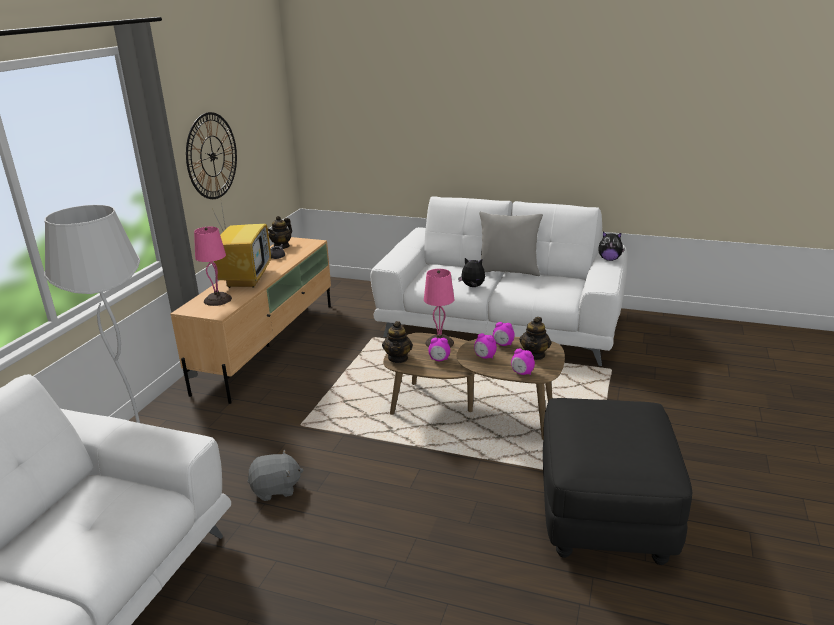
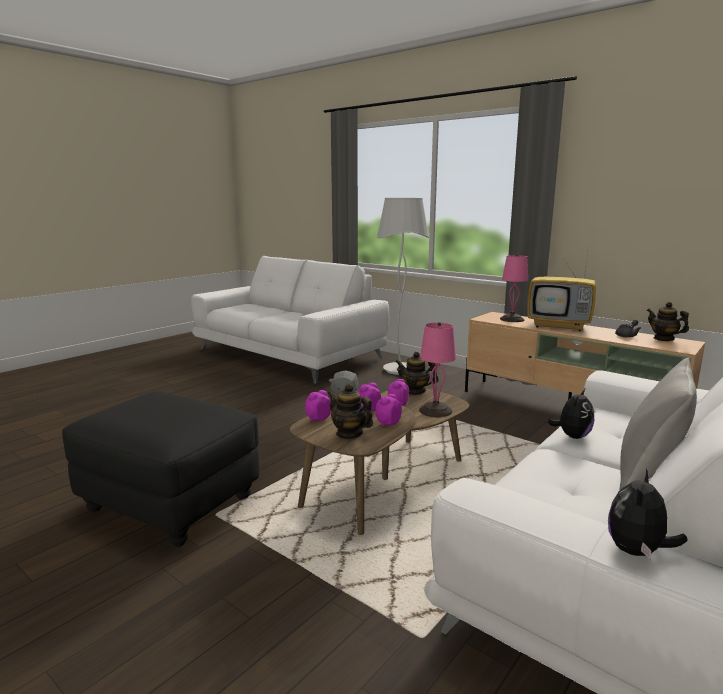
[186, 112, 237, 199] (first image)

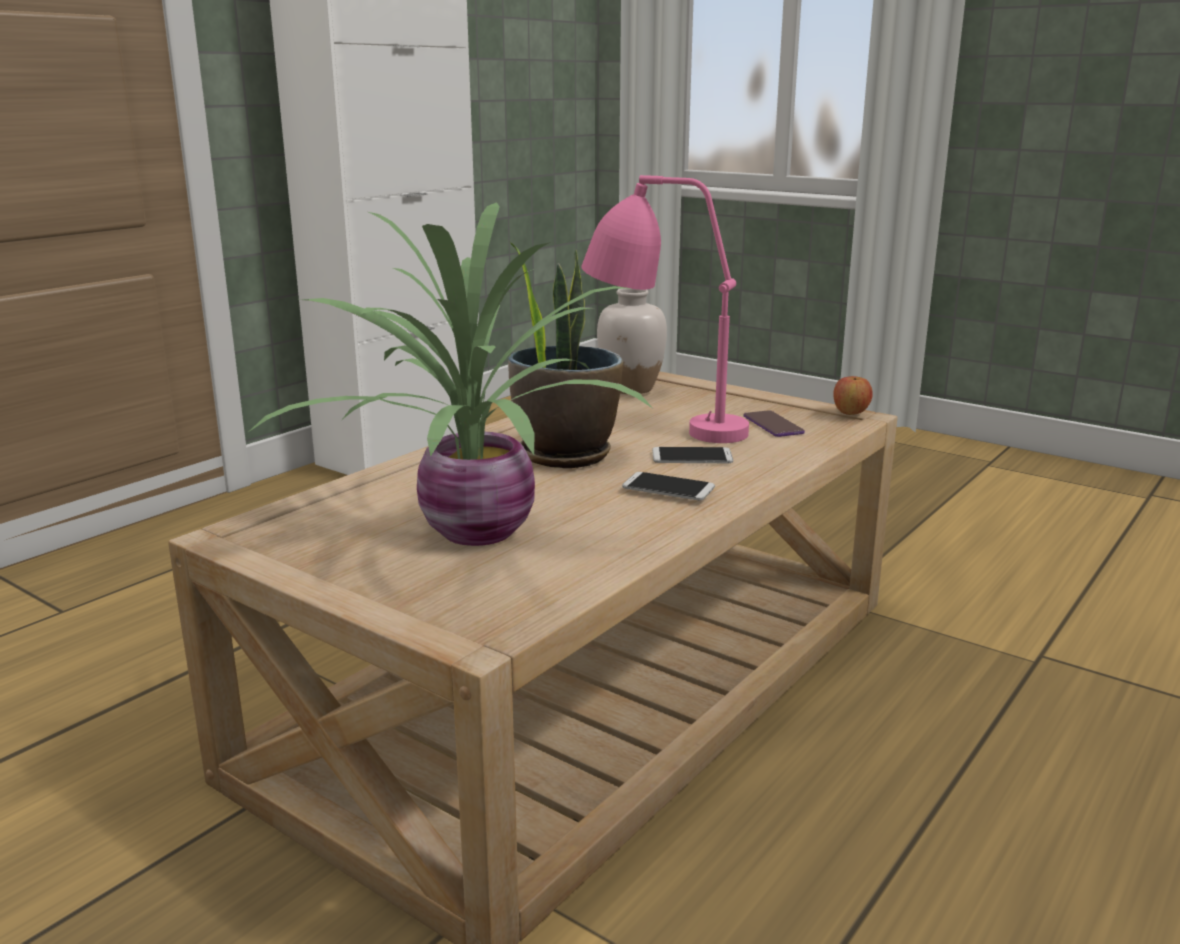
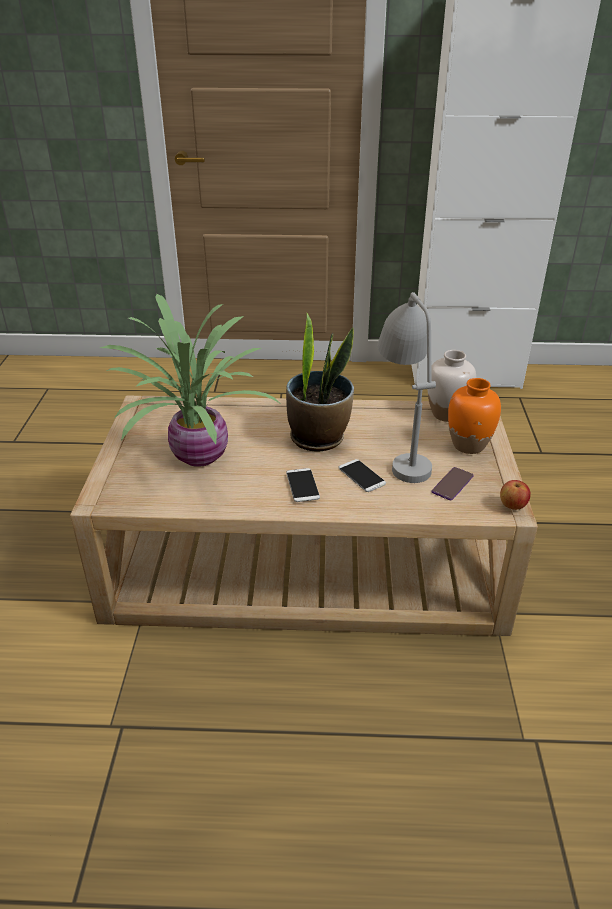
[378, 292, 436, 483]
[448, 378, 501, 454]

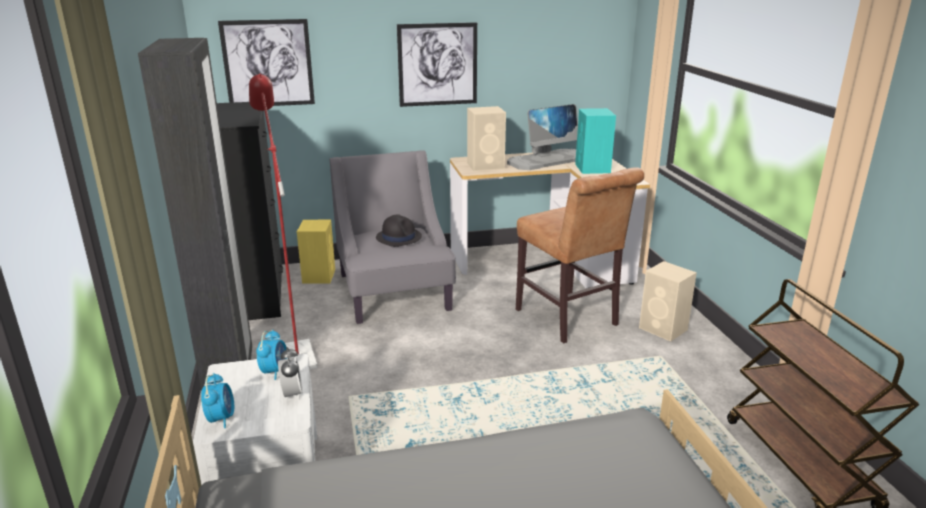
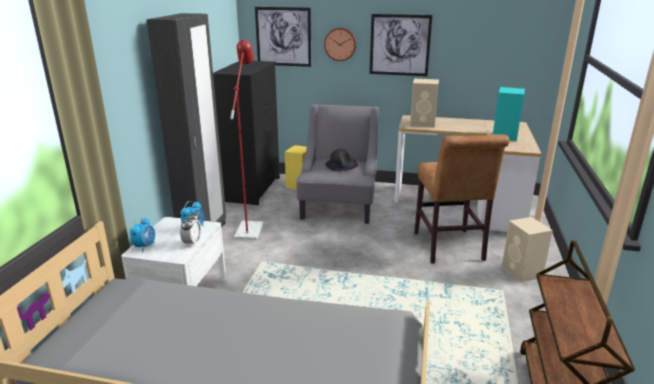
[507, 104, 578, 170] (first image)
[324, 28, 356, 61]

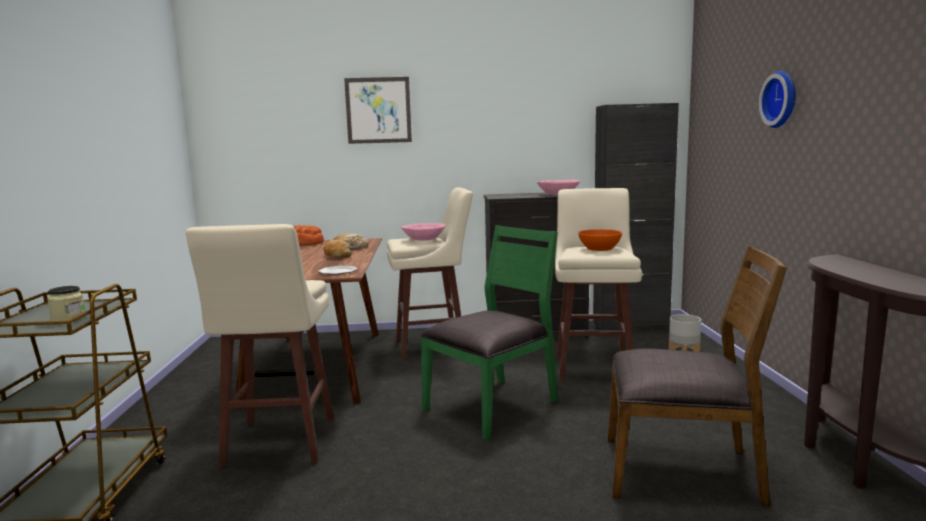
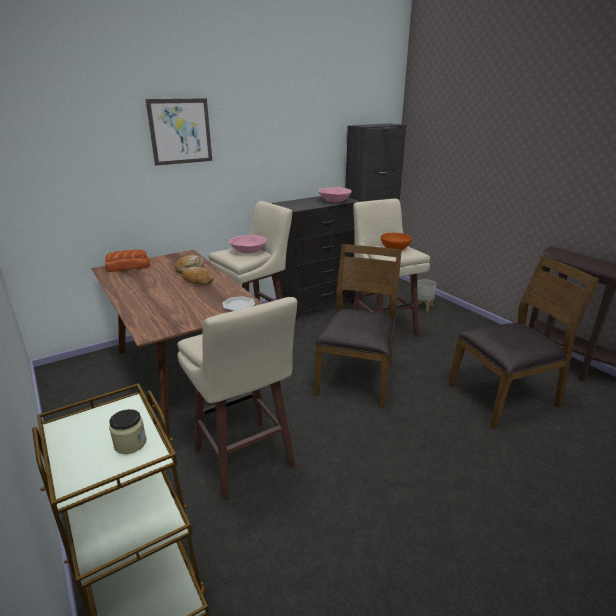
[759, 71, 796, 128] (first image)
[314, 244, 402, 408]

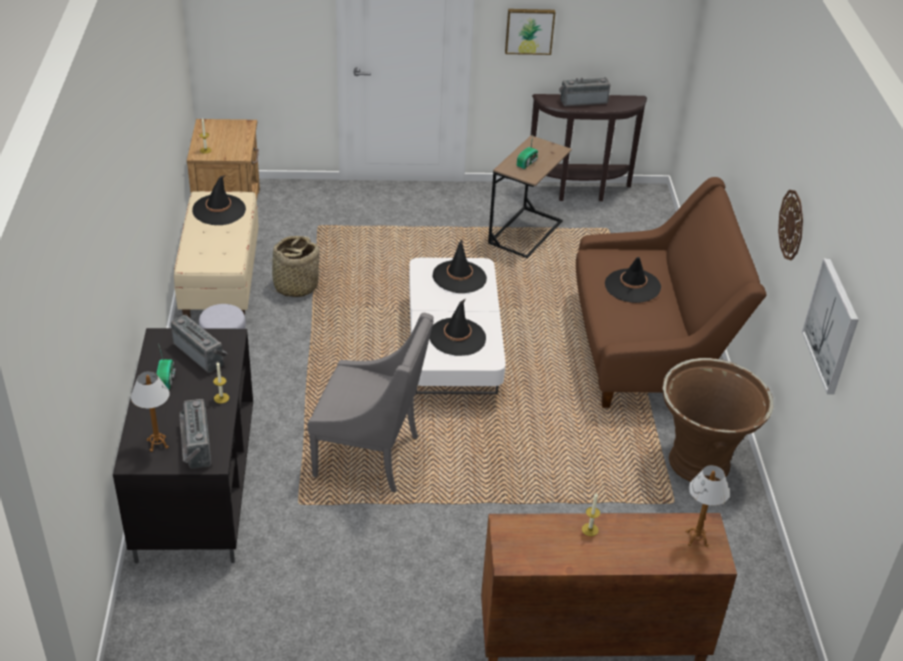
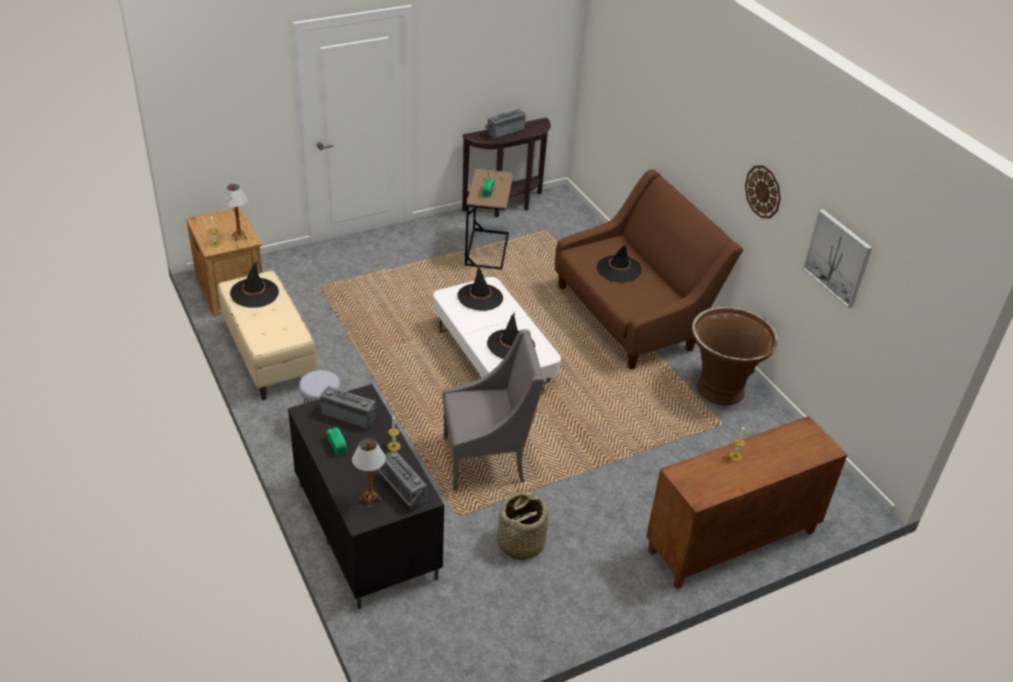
[505, 9, 555, 55] (first image)
[497, 492, 548, 560]
[222, 184, 248, 242]

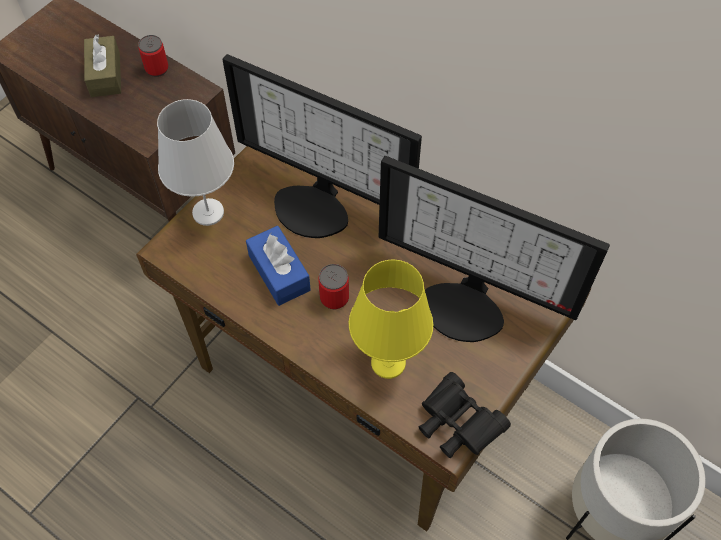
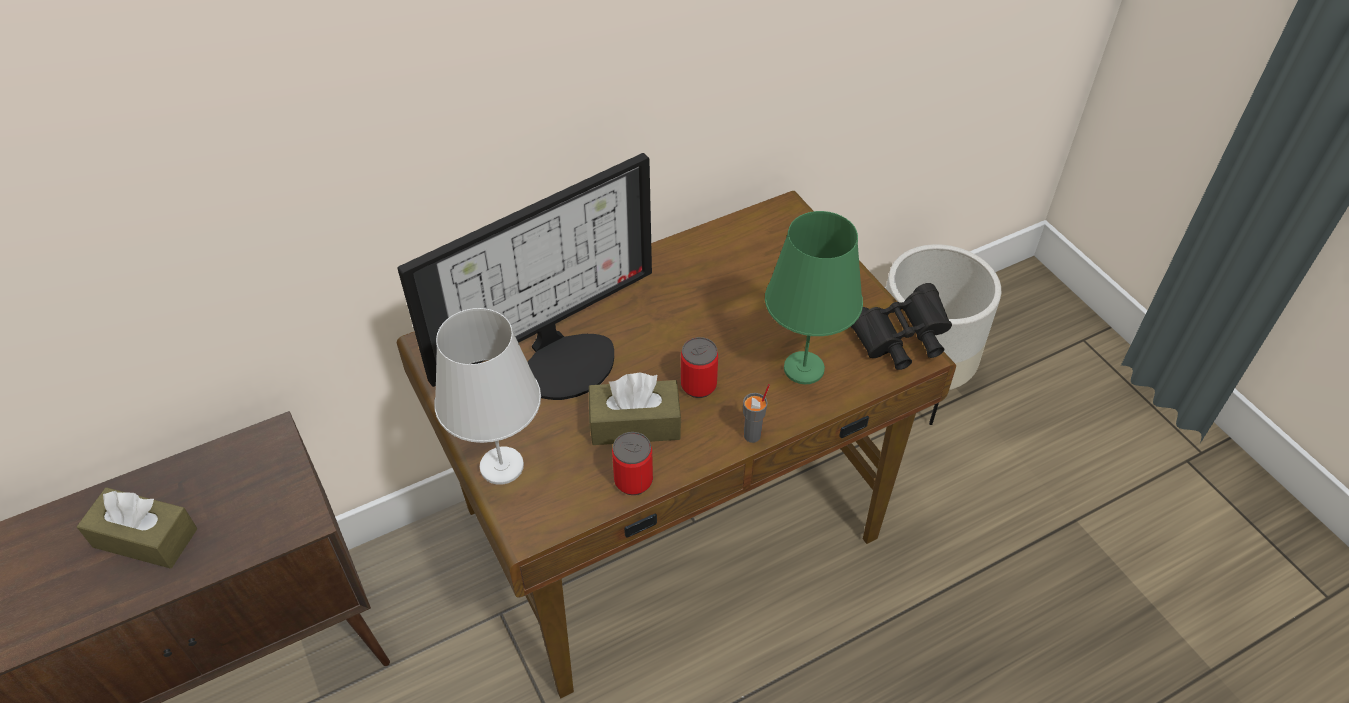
[612, 432, 653, 495]
[379, 156, 610, 342] (first image)
[589, 372, 681, 445]
[765, 211, 863, 384]
[743, 384, 770, 443]

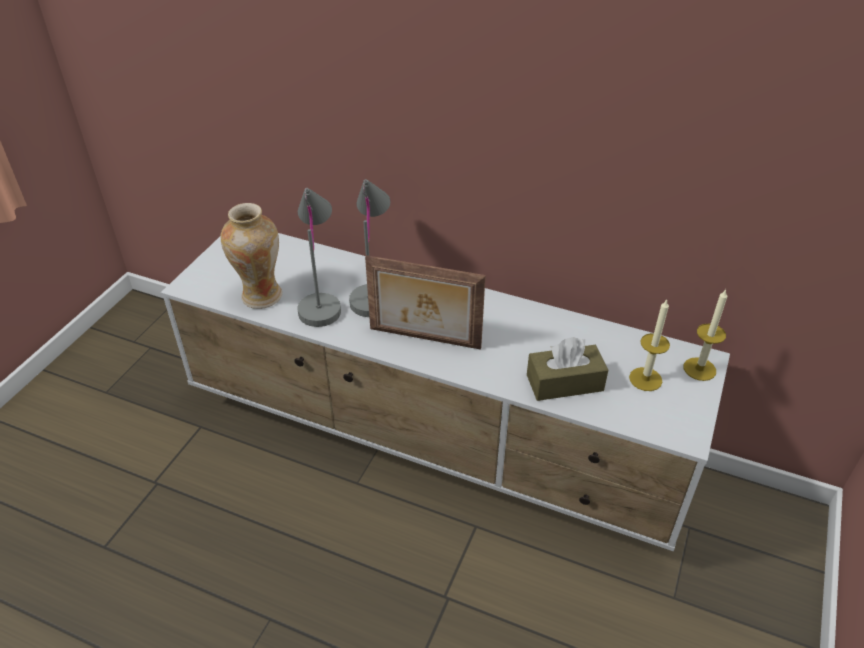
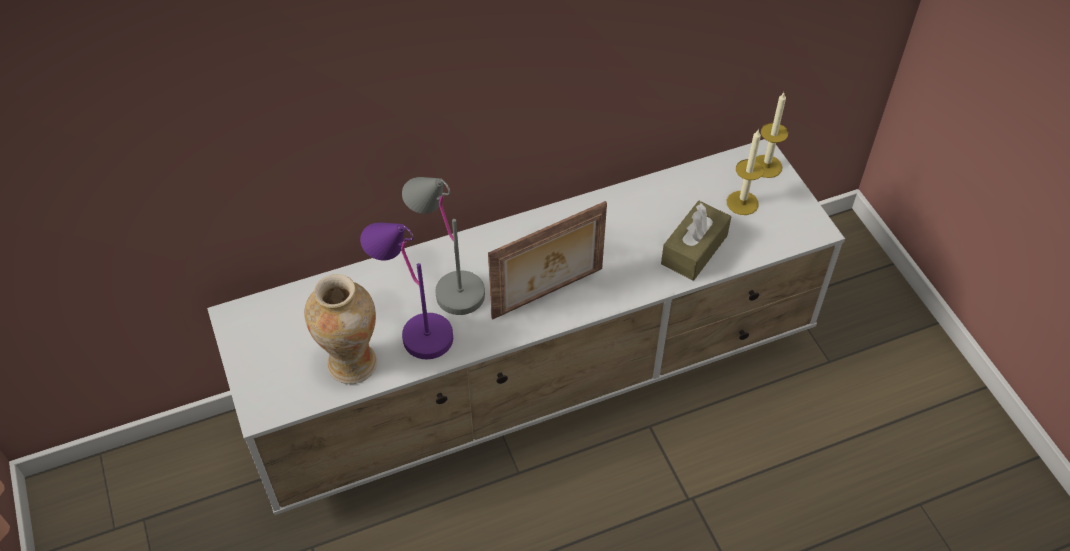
[360, 222, 453, 359]

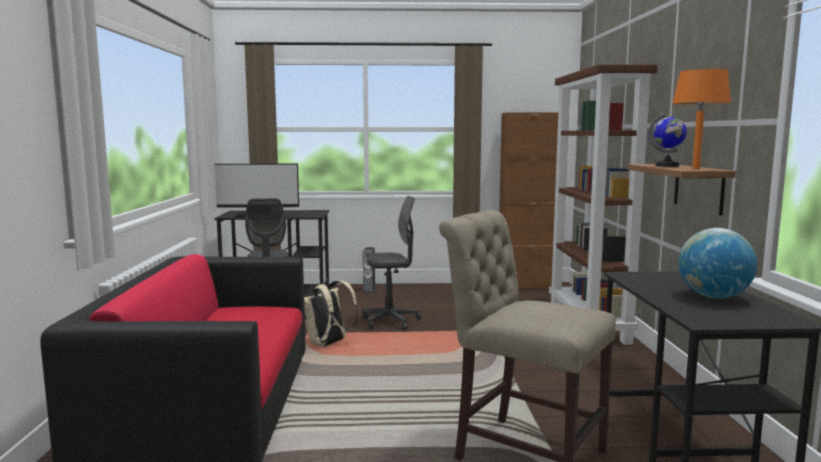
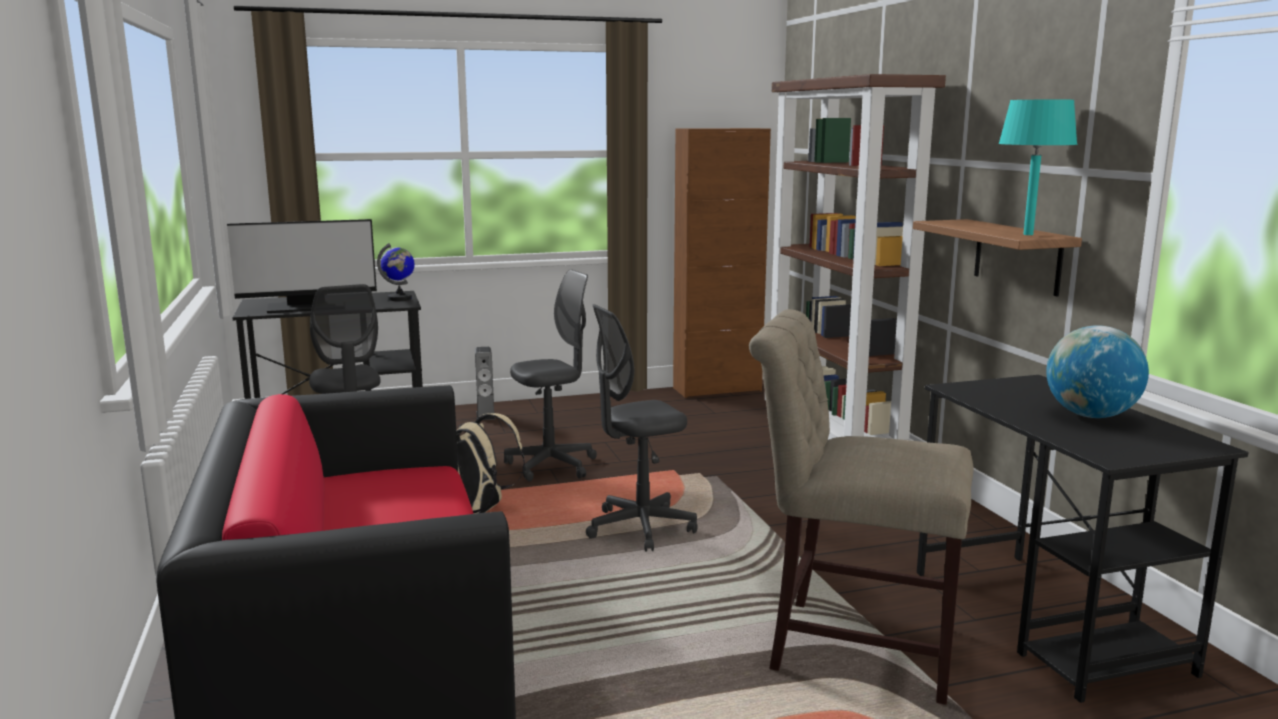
[998, 100, 1078, 235]
[377, 243, 415, 301]
[586, 304, 698, 552]

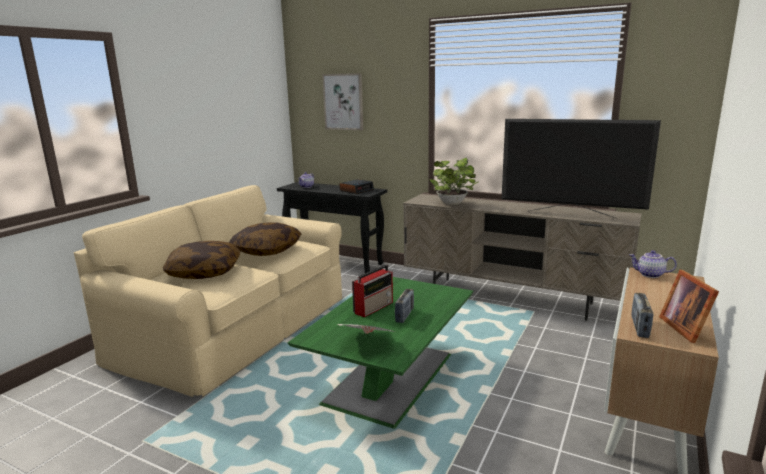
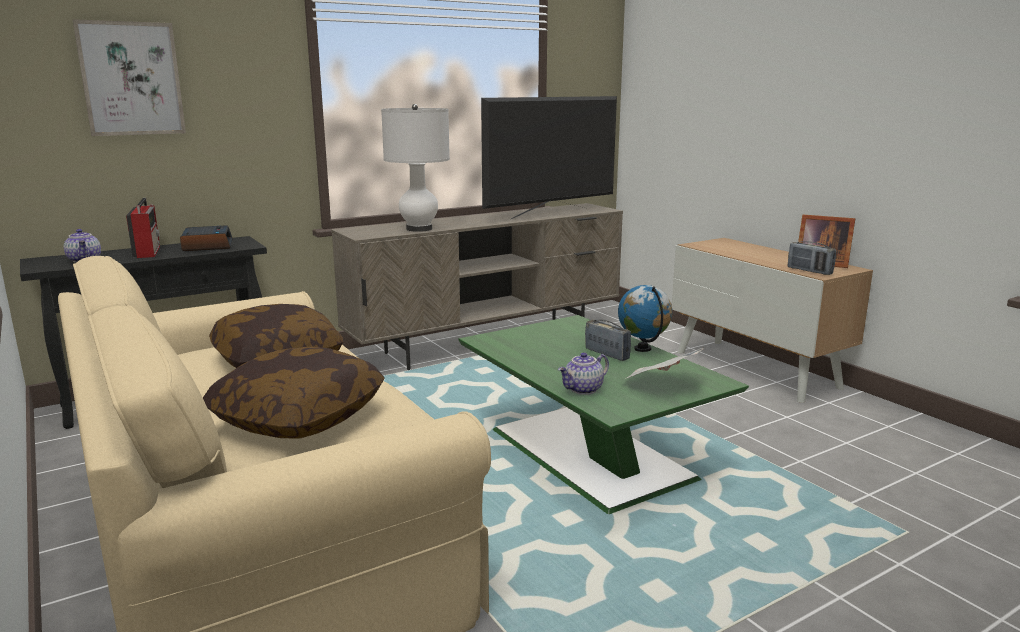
[381, 104, 450, 232]
[558, 352, 609, 395]
[126, 198, 160, 258]
[618, 285, 672, 352]

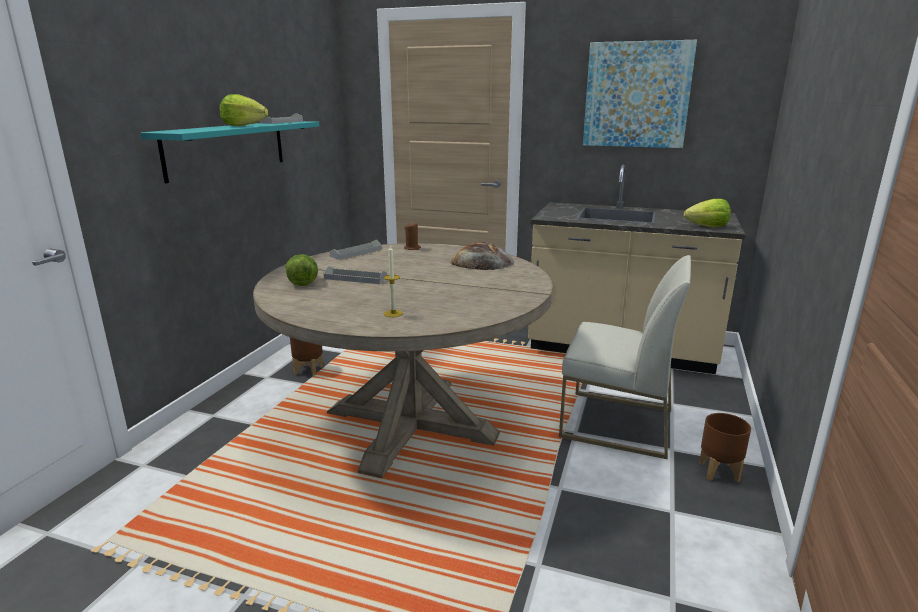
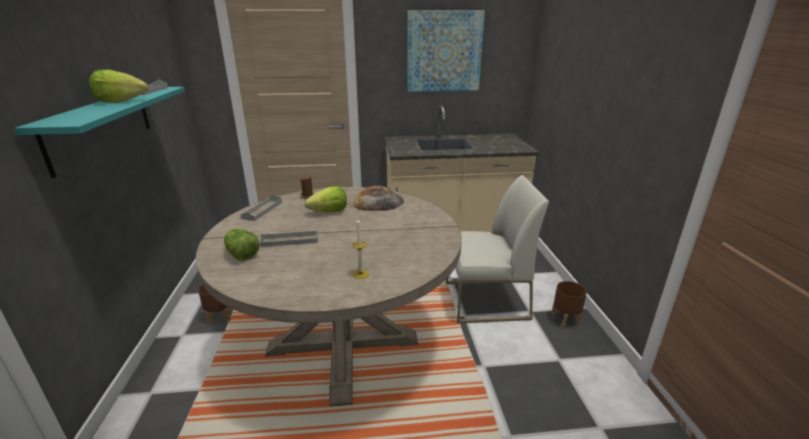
[305, 186, 347, 212]

